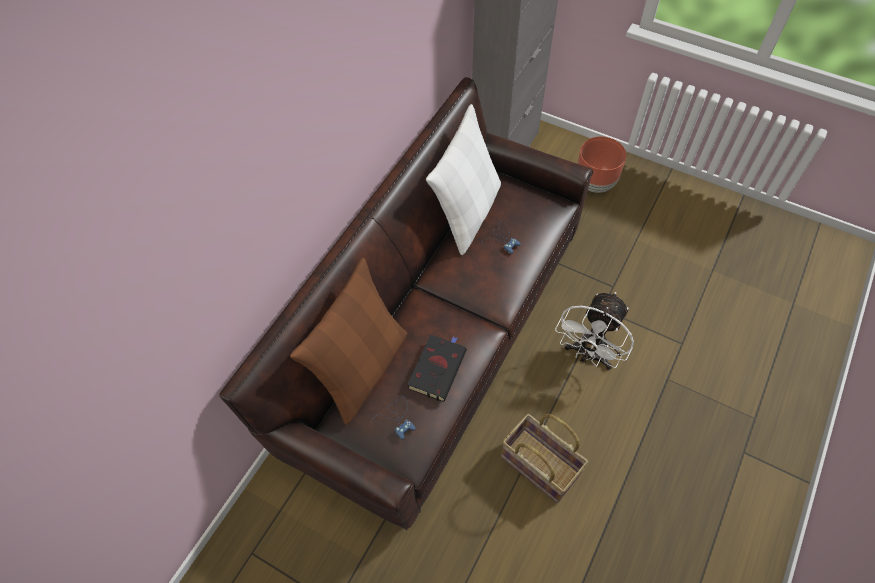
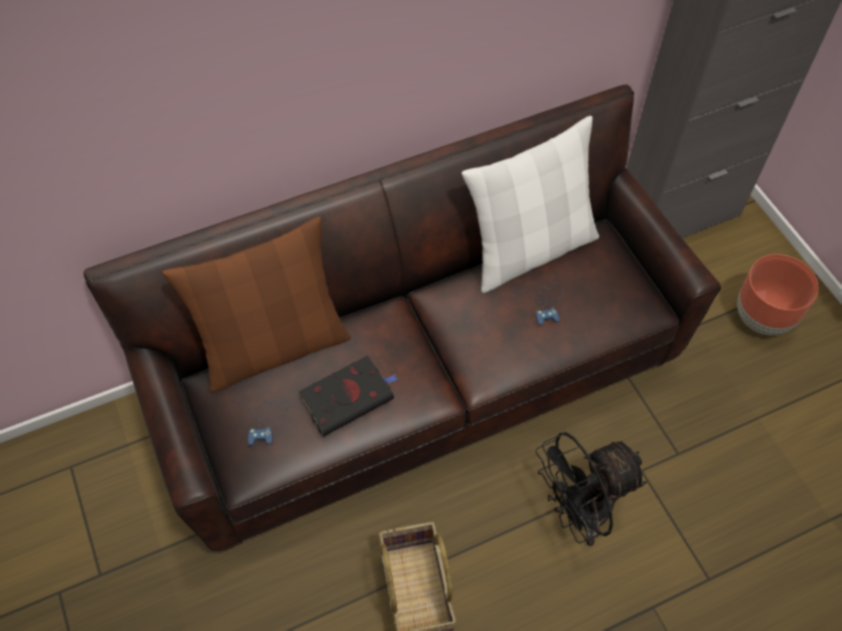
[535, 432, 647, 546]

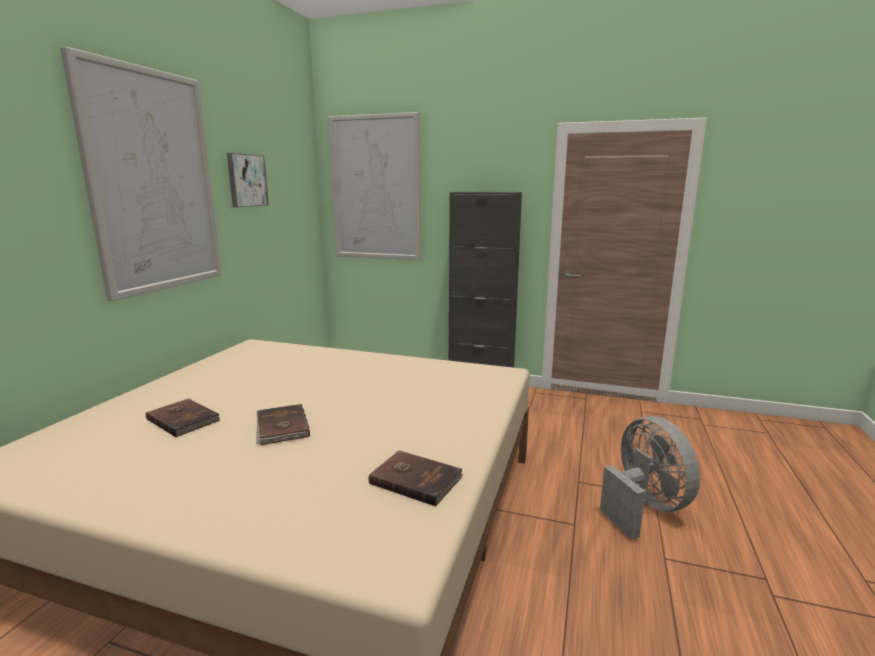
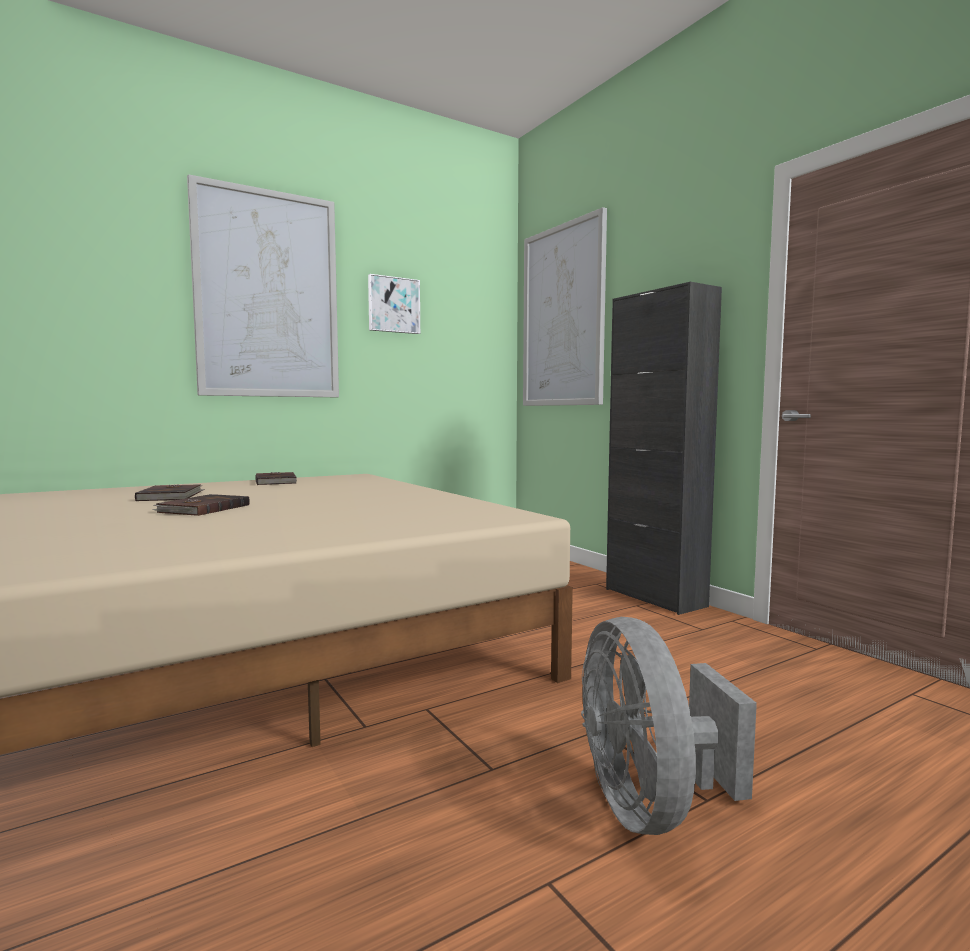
[581, 617, 757, 835]
[255, 472, 297, 485]

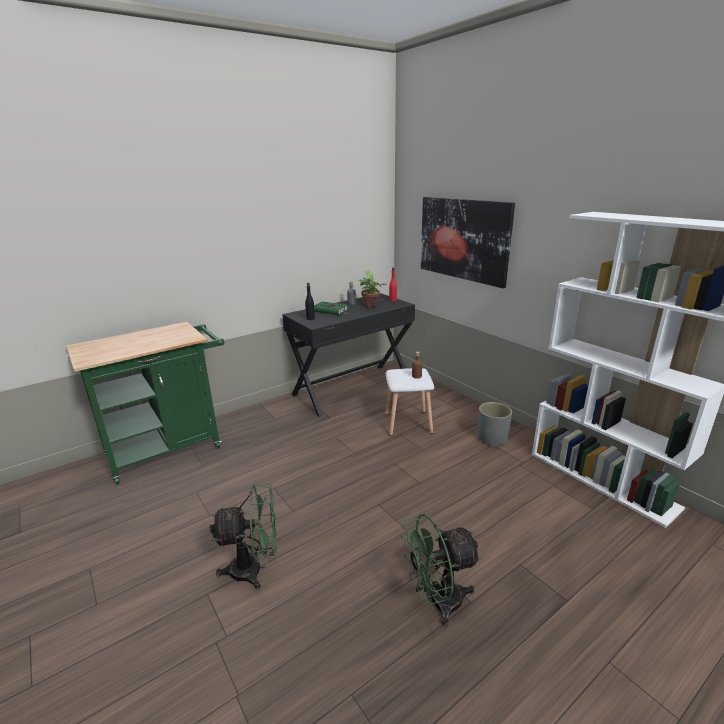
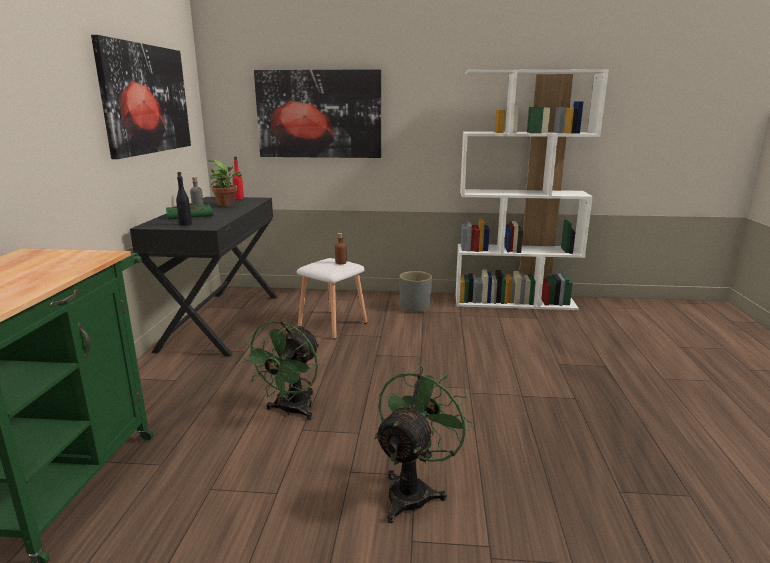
[241, 321, 320, 420]
[91, 35, 191, 159]

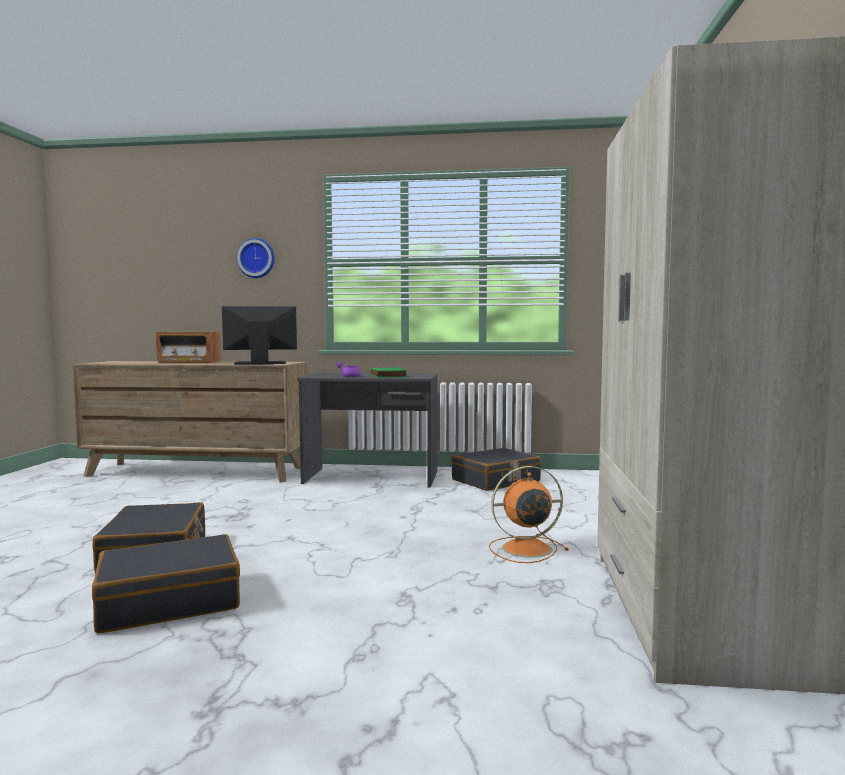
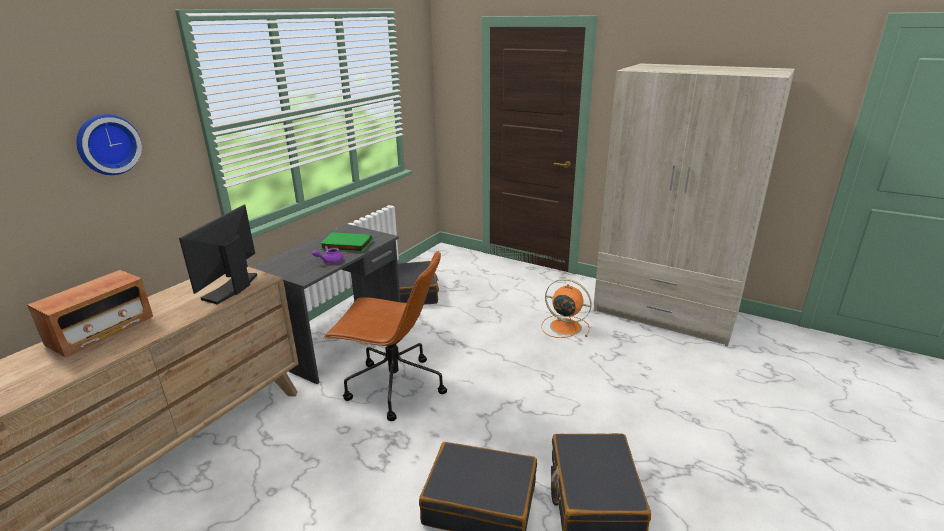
[541, 279, 592, 338]
[324, 251, 447, 421]

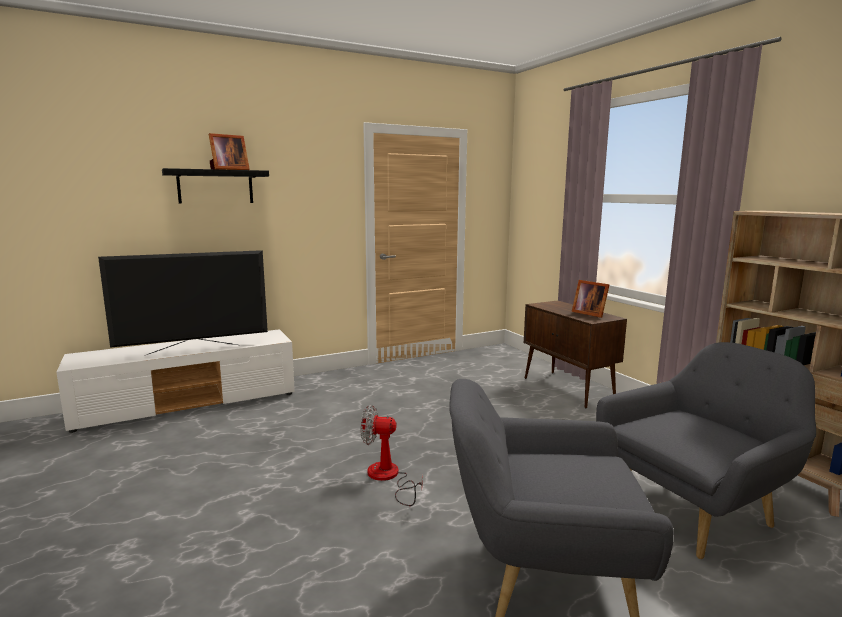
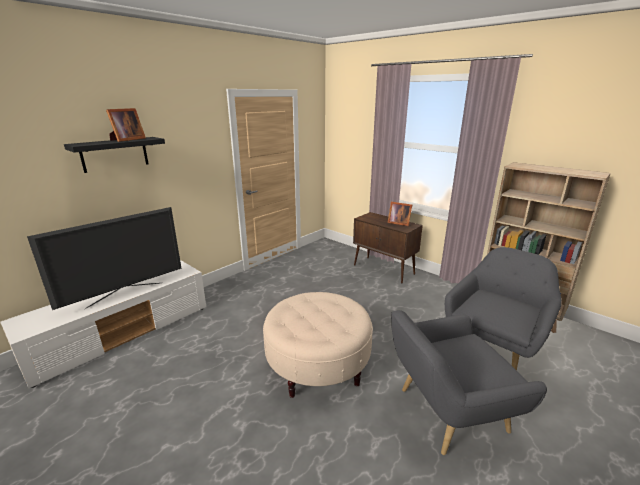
[263, 292, 373, 398]

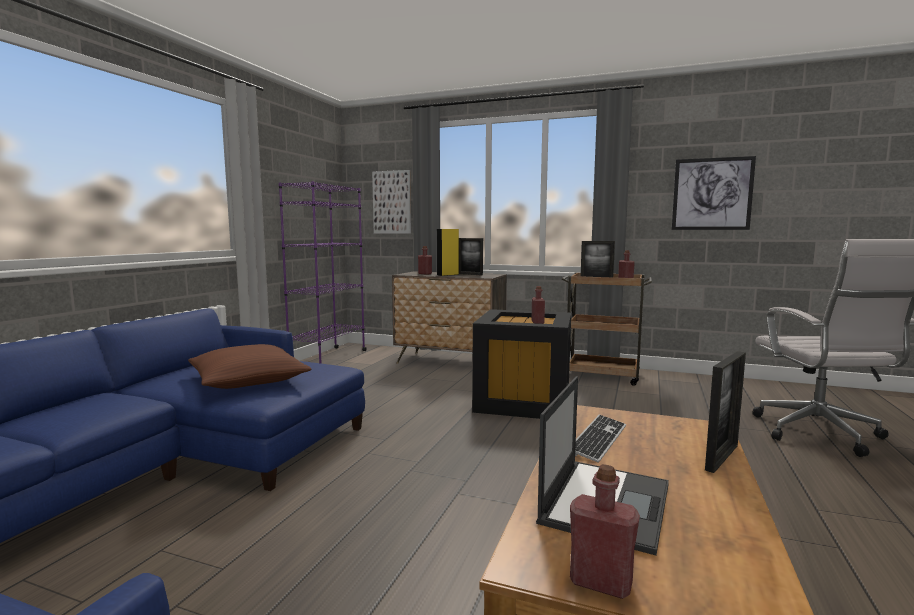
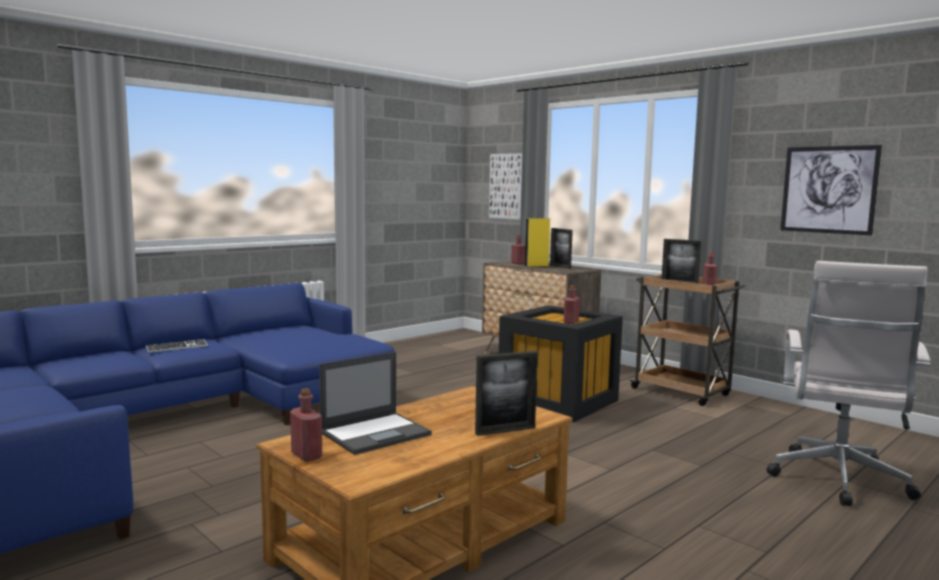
[279, 181, 367, 364] (first image)
[188, 344, 312, 389] (first image)
[146, 339, 208, 352]

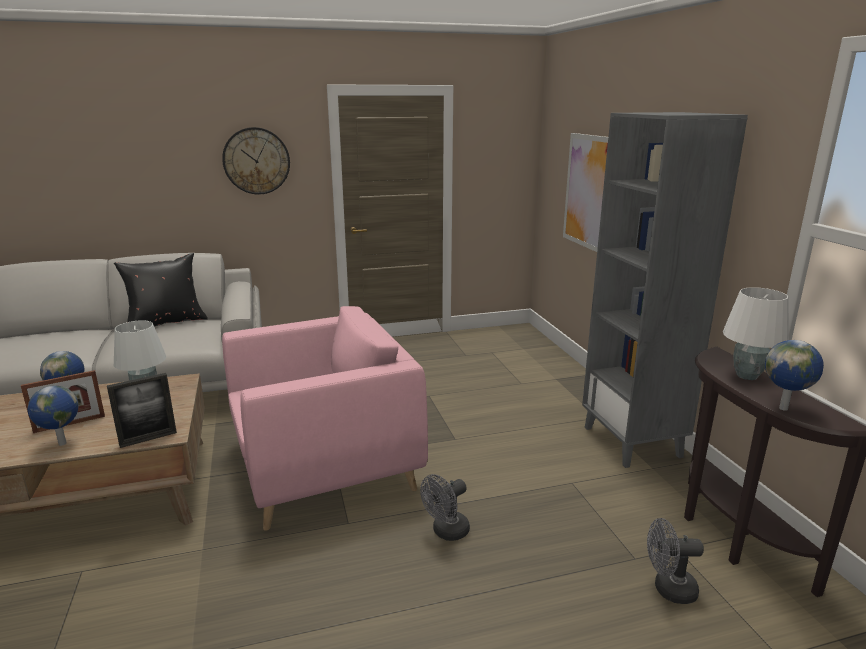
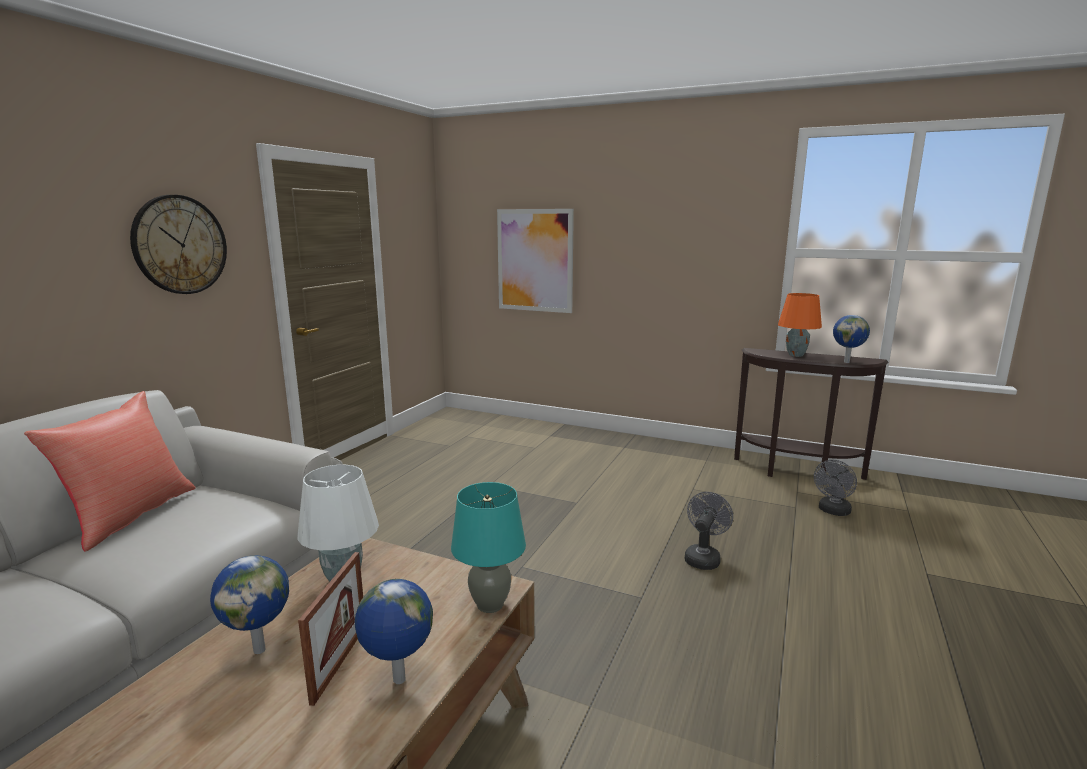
[582, 112, 748, 468] (first image)
[24, 391, 196, 551]
[778, 293, 822, 357]
[222, 306, 428, 530] (first image)
[451, 482, 526, 613]
[685, 492, 733, 570]

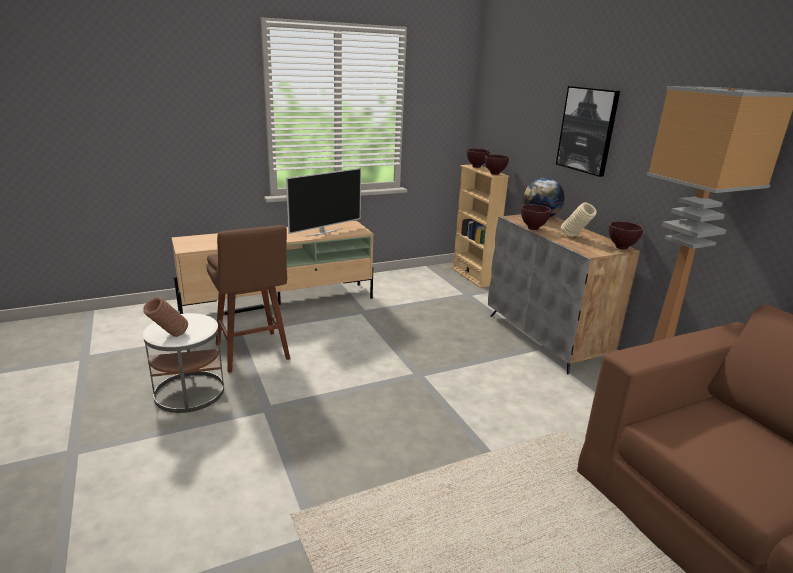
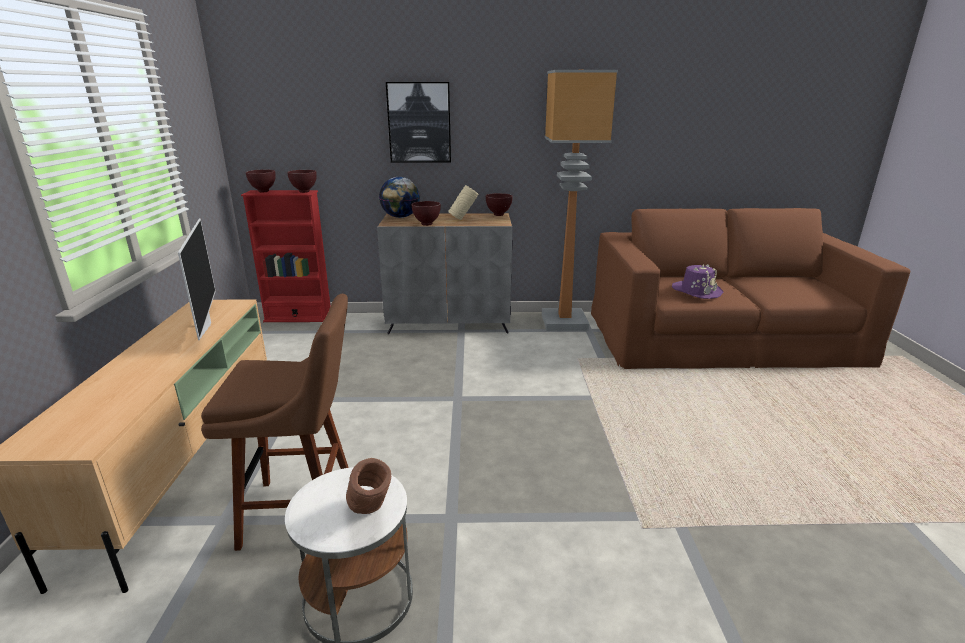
[241, 190, 331, 322]
[672, 264, 723, 299]

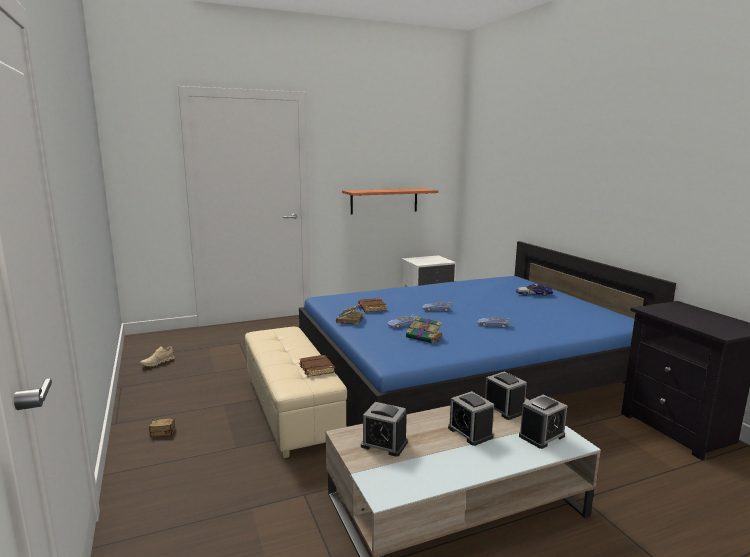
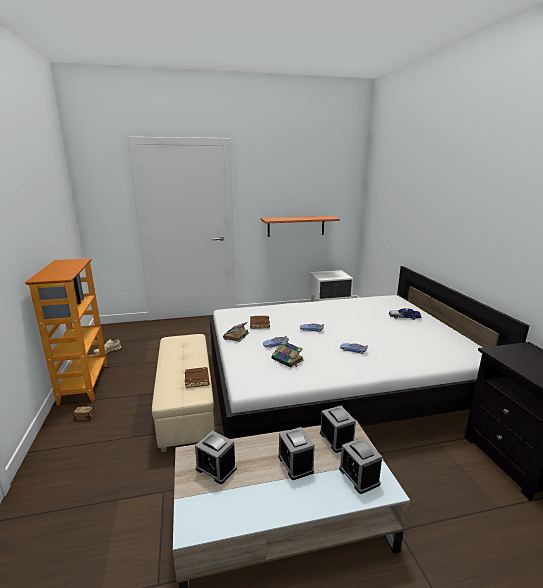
[210, 266, 530, 439]
[339, 437, 382, 494]
[24, 258, 108, 406]

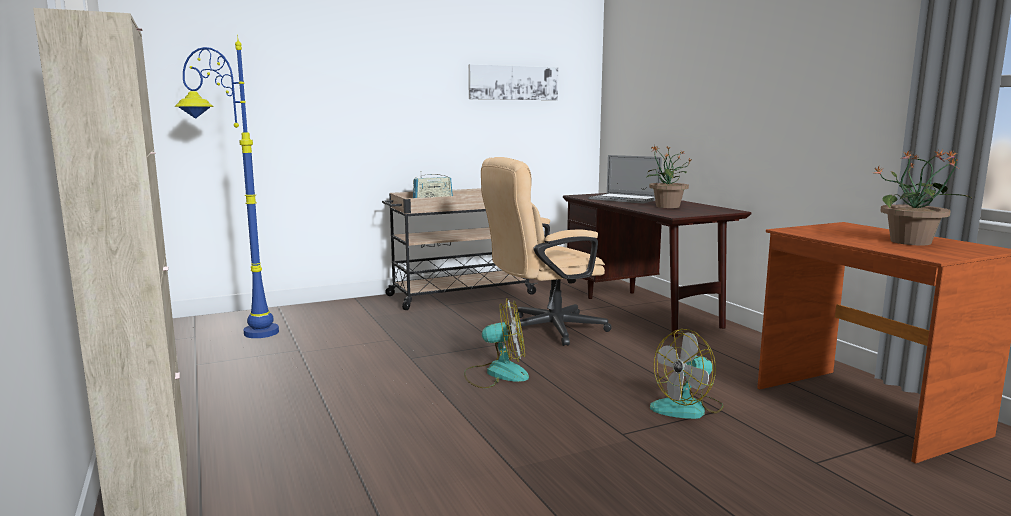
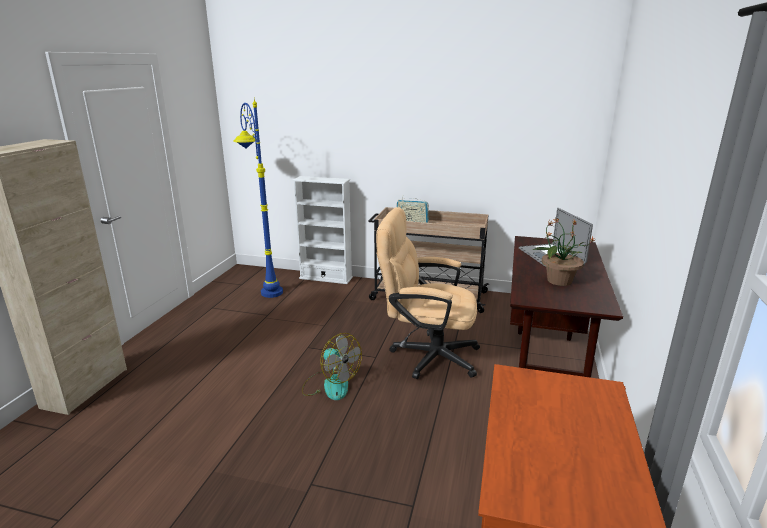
[468, 64, 558, 100] (first image)
[874, 149, 973, 246] (first image)
[650, 329, 724, 419] (first image)
[292, 176, 353, 284]

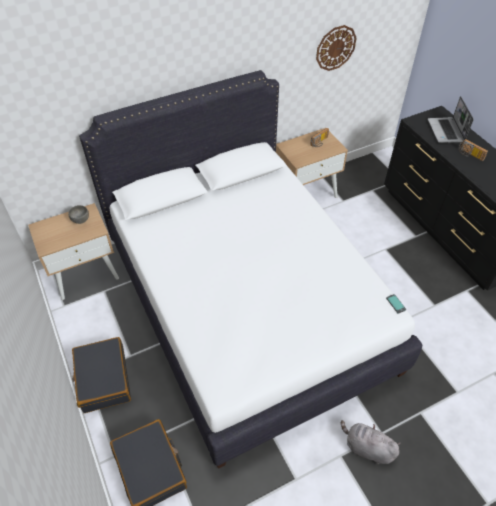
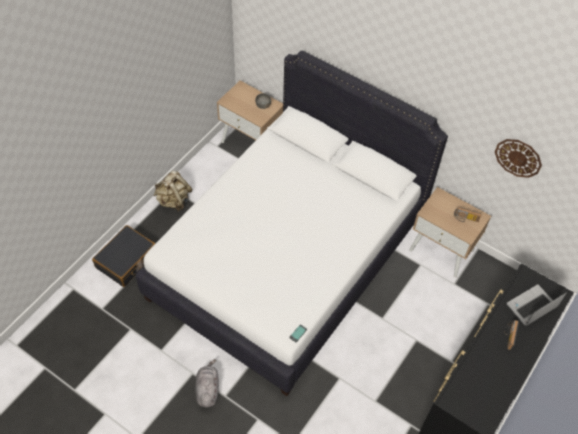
[154, 171, 192, 212]

